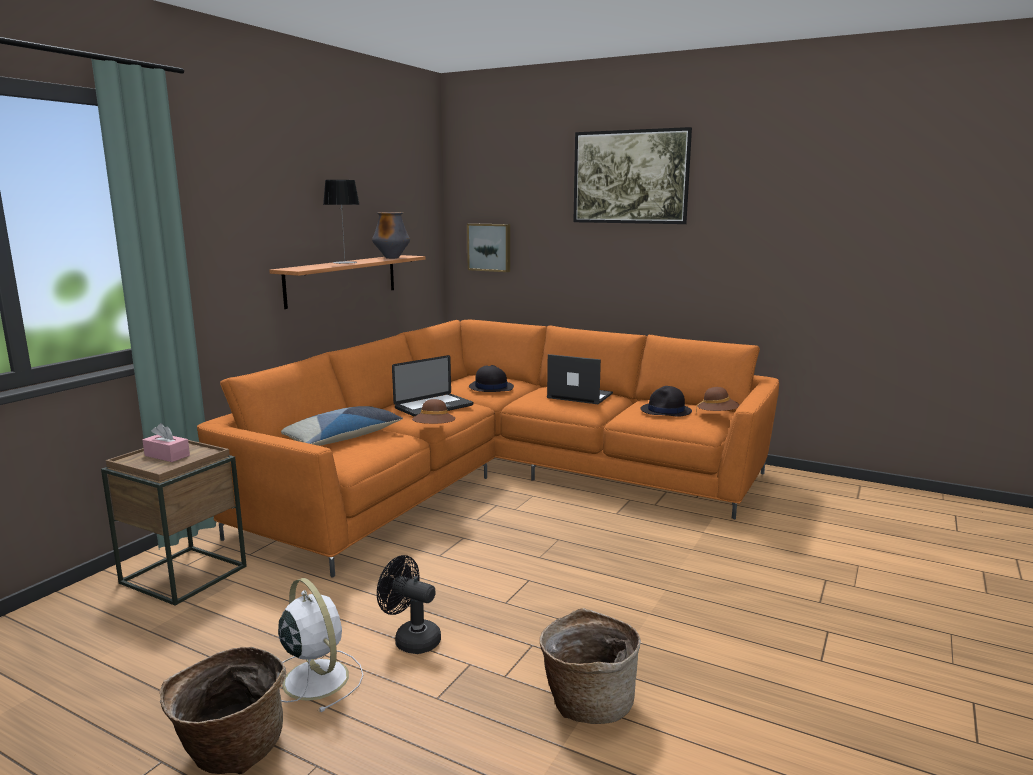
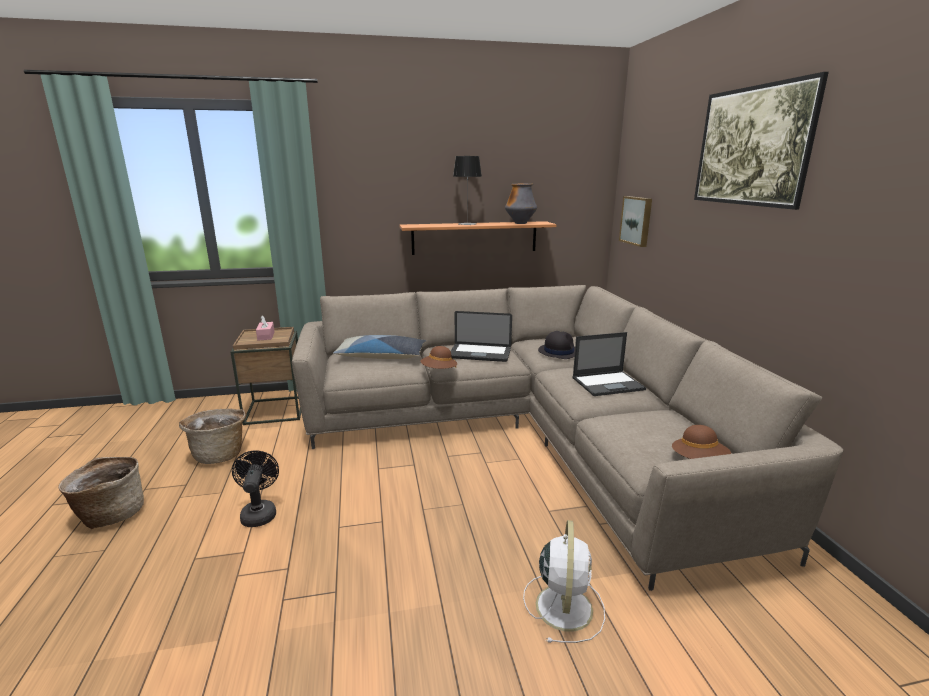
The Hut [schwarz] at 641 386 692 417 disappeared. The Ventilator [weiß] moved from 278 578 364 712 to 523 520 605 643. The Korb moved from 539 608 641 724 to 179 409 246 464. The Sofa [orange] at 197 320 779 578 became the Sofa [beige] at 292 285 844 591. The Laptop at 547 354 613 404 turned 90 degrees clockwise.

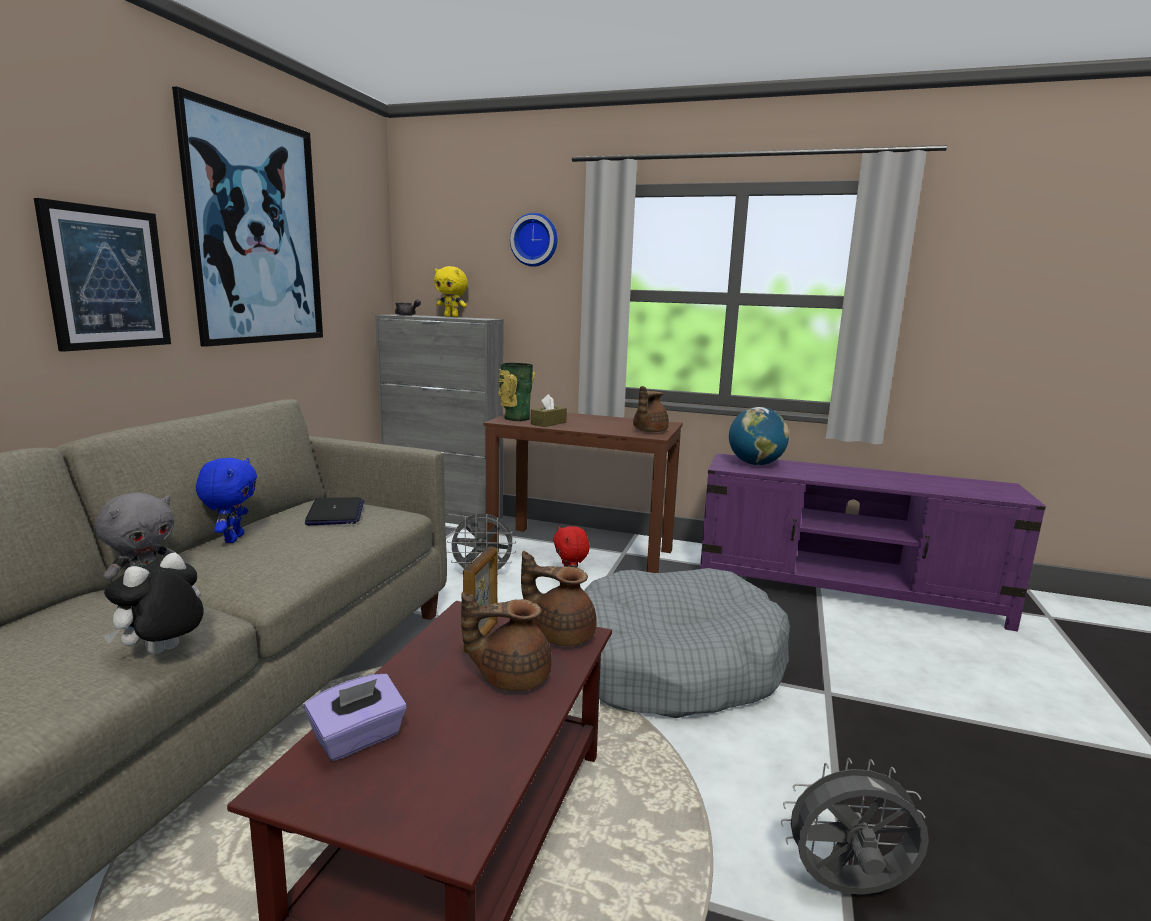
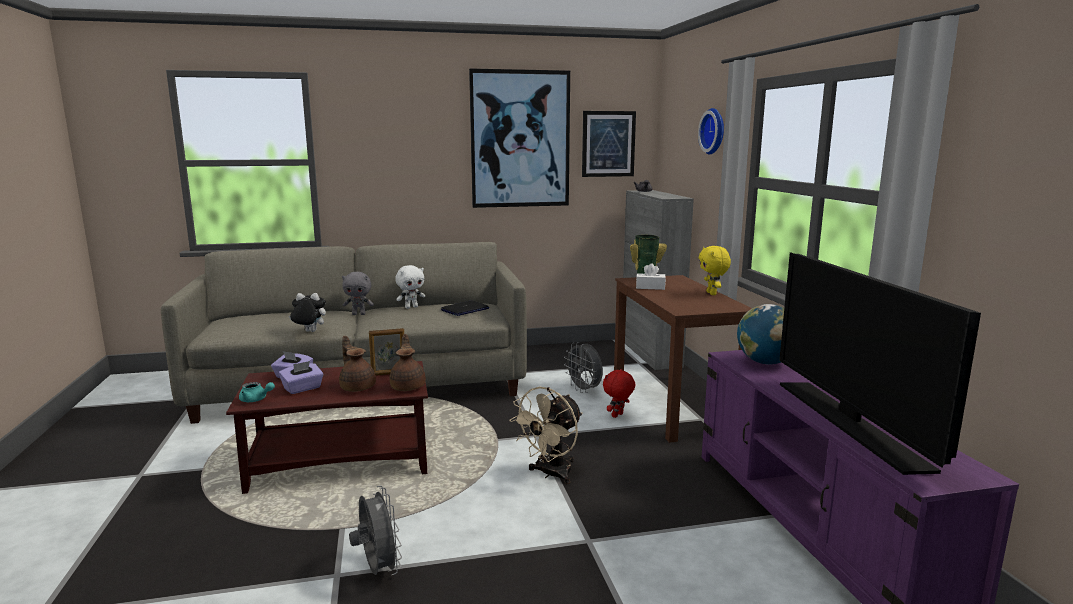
The Teekanne [braun] at 633 386 669 432 disappeared. The Teekanne [türkis] at 239 382 275 402 appeared. The Taschentuchbox [lila] at 279 361 324 394 appeared. The Fernseher at 779 252 981 475 appeared. The Bild moved from 34 198 171 352 to 582 111 636 177. The Plüschtier [gelb] moved from 434 266 468 317 to 699 246 731 295. The Hundebett [grau] at 584 568 790 718 was replaced by the Ventilator [beige] at 510 387 582 484. The Plüschtier [blau] at 196 458 257 543 became the Plüschtier [weiß] at 395 265 425 309. The Taschentuchbox [braun] at 531 394 567 427 became the Taschentuchbox [weiß] at 636 263 666 290.

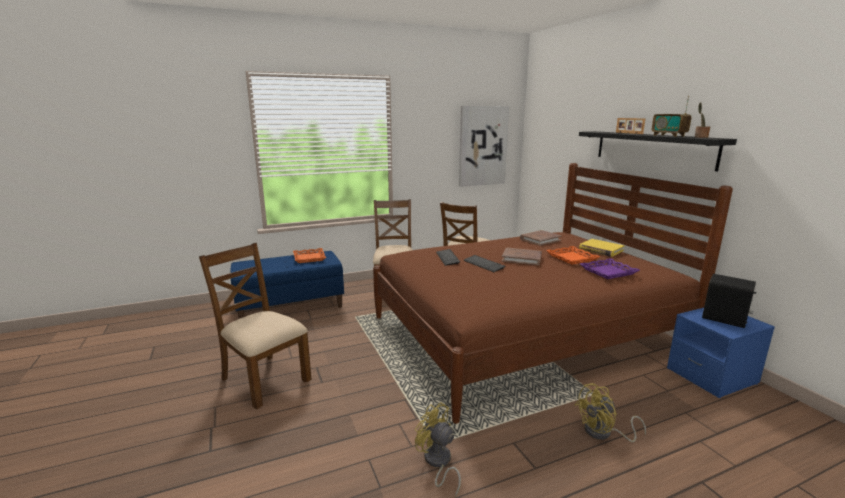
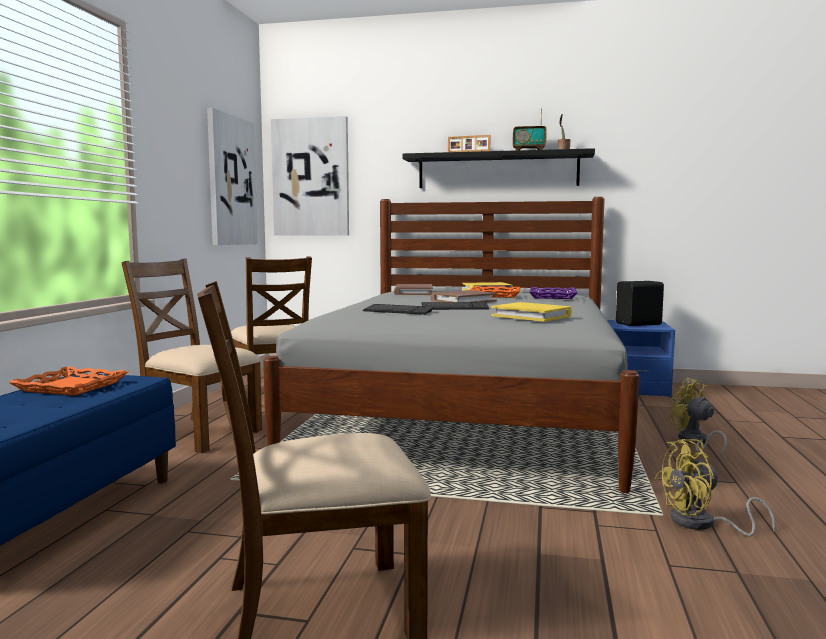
The Bild at 271 116 349 236 appeared. The Buch [gelb] at 491 302 572 322 appeared. The Bett [braun] at 373 163 733 424 became the Bett [grau] at 263 197 639 493. The Ventilator [gelb] at 575 383 646 442 turned 135 degrees clockwise.

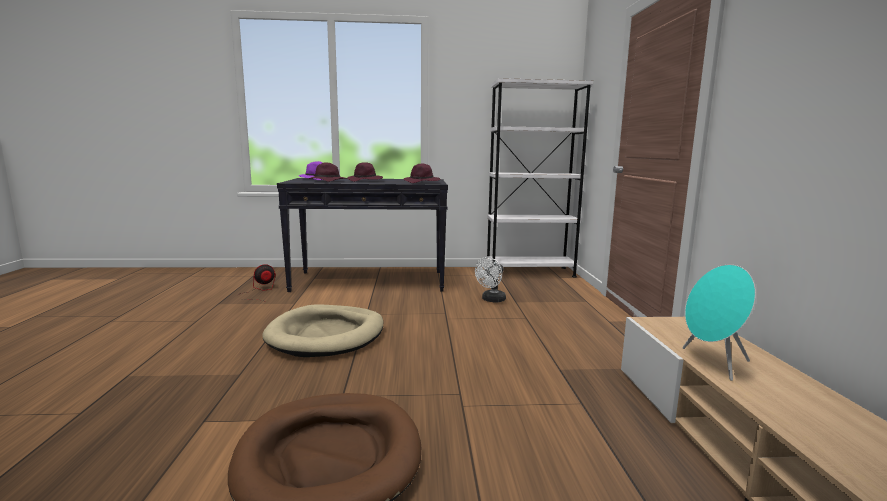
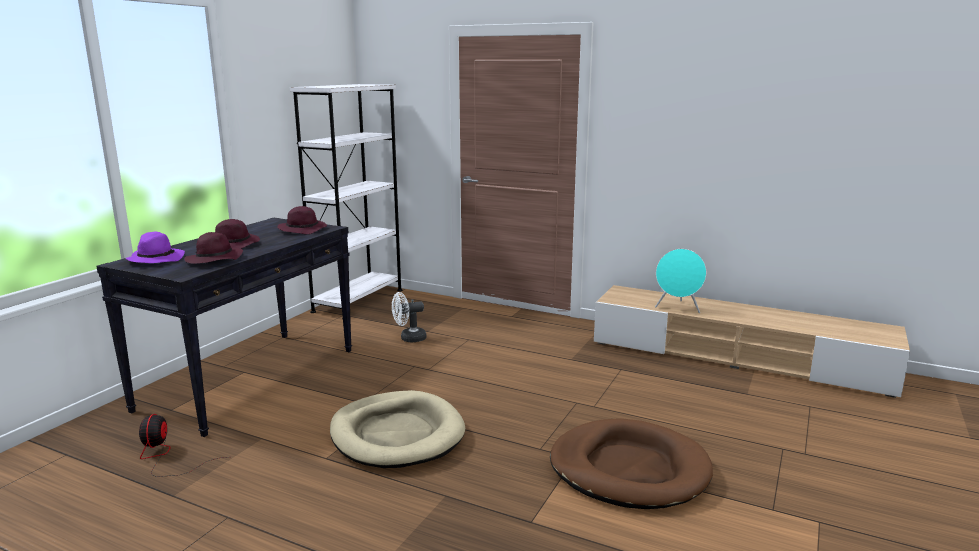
The Ventilator [weiß] at 475 257 506 302 turned 90 degrees clockwise.

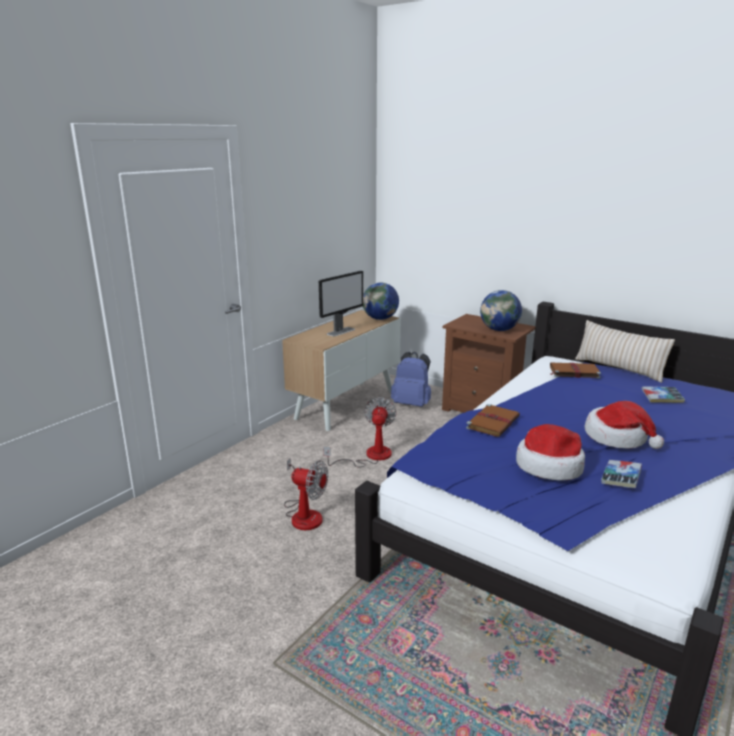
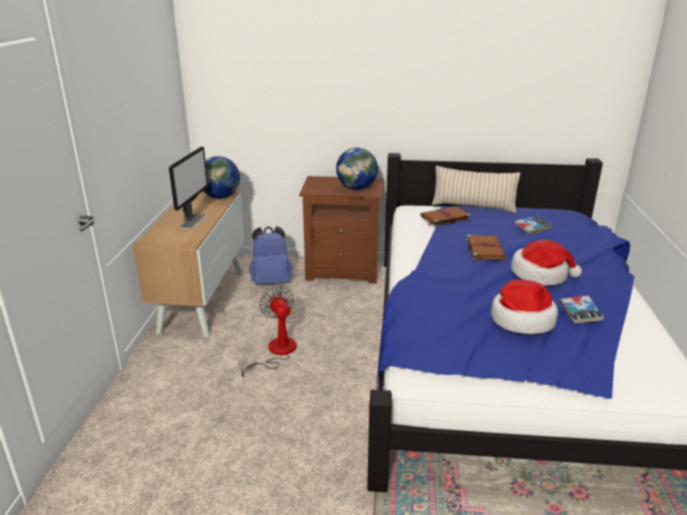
The Ventilator at 284 458 328 530 disappeared. The Buch [braun] moved from 466 404 520 437 to 466 235 506 261.

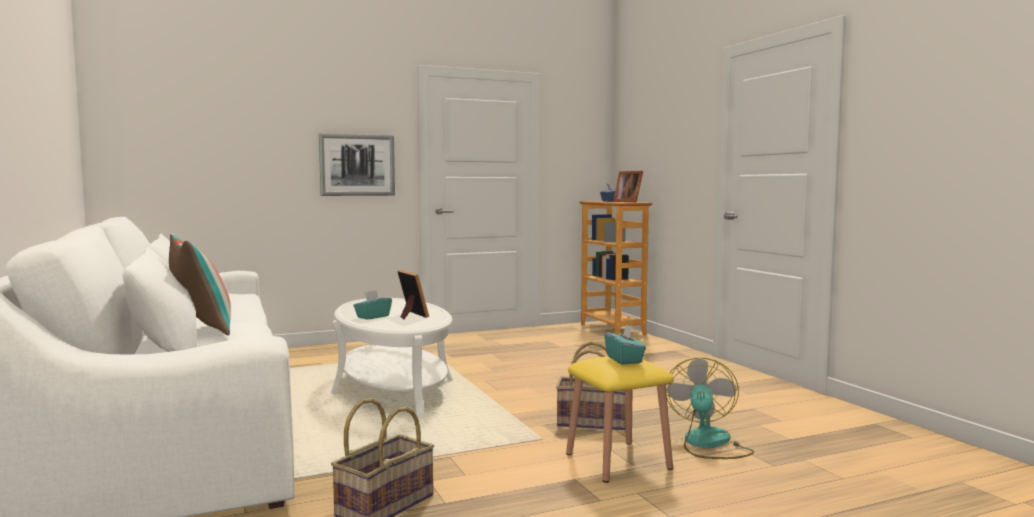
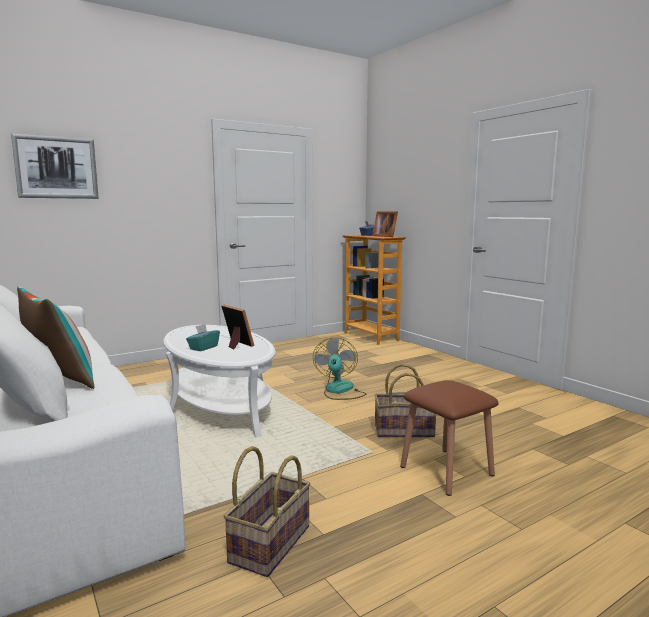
The Taschentuchbox [türkis] at 604 324 646 364 disappeared. The Bild moved from 319 134 395 196 to 11 134 99 199. The Ventilator moved from 665 358 754 459 to 313 338 366 400. The Hocker [gelb] at 566 356 674 483 became the Hocker [braun] at 400 380 499 496.

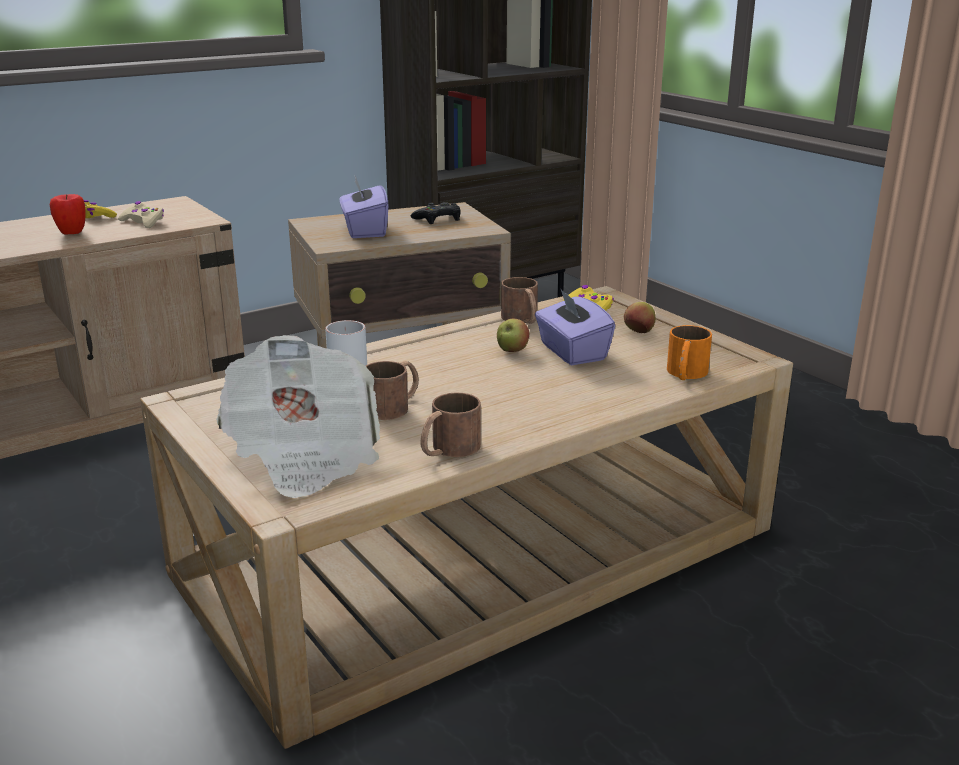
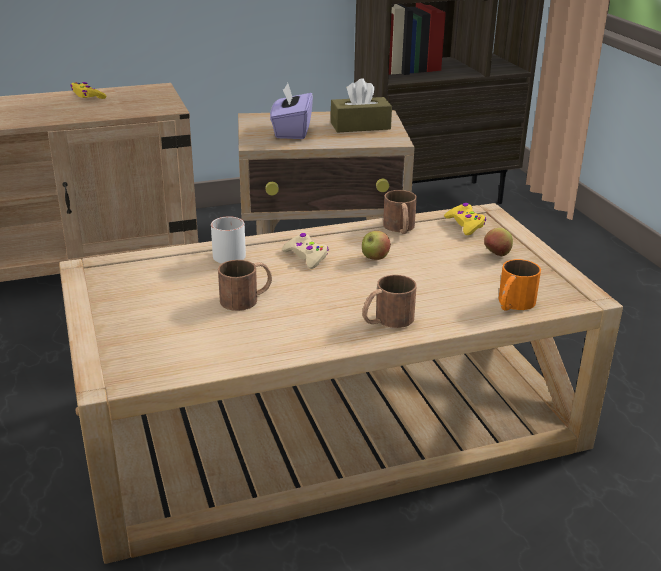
The Apfel at 50 194 86 234 disappeared. The Zeitung at 216 335 380 498 disappeared. The Taschentuchbox [lila] at 535 288 615 365 disappeared. The Gamepad [beige] moved from 118 201 164 228 to 282 233 329 269. The Henkelbecher [braun] moved from 420 392 481 457 to 362 275 417 328. The Gamepad [schwarz] at 410 202 461 224 was replaced by the Taschentuchbox [braun] at 331 78 392 133.

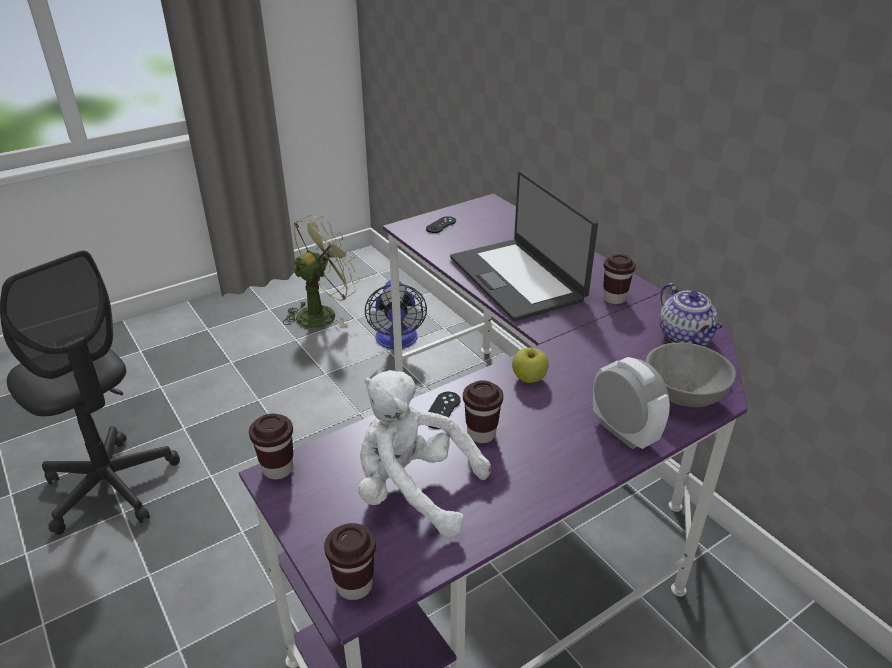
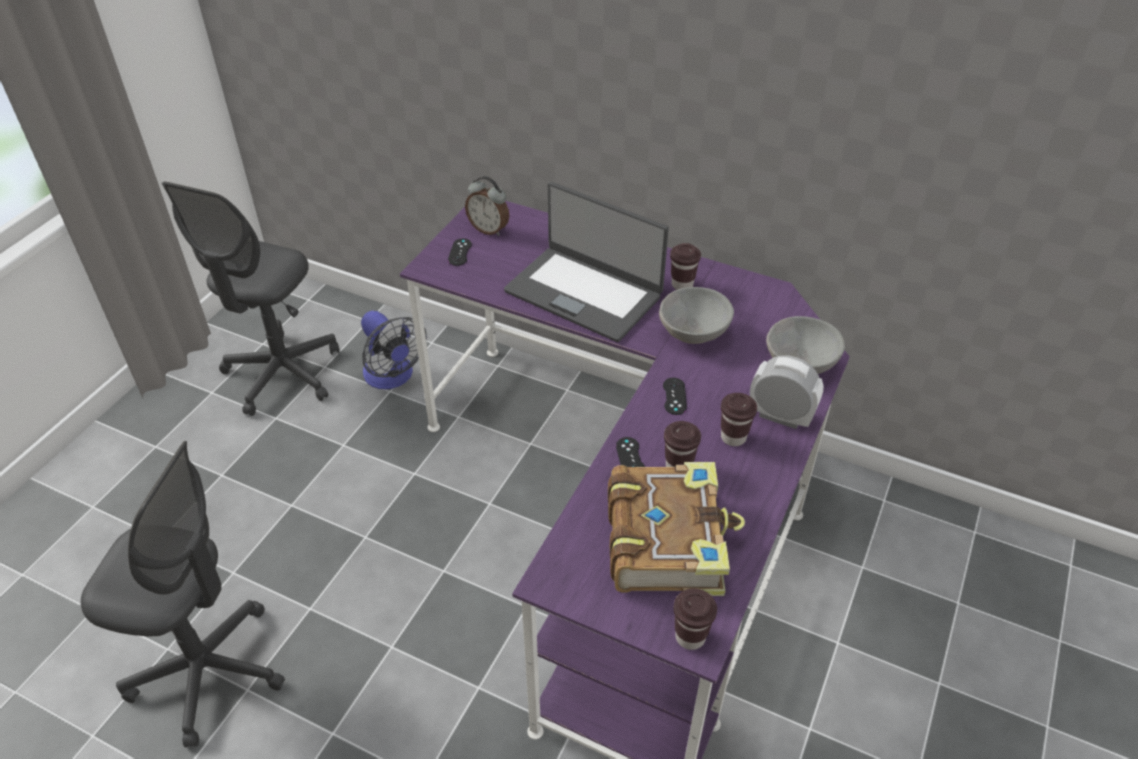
The Teekanne at 660 283 722 346 disappeared. The Wecker at 465 176 509 236 appeared. The Schüssel [grau] at 659 287 734 344 appeared. The Tasse [braun] moved from 249 413 293 479 to 721 393 757 446. The Ventilator [grün] at 283 215 360 328 was replaced by the Bürostuhl [grau] at 162 182 340 416. The Plüschtier [weiß] at 358 370 491 537 was replaced by the Buch at 608 462 745 596. The Apfel at 512 348 549 383 was replaced by the Gamepad [schwarz] at 663 378 687 415.

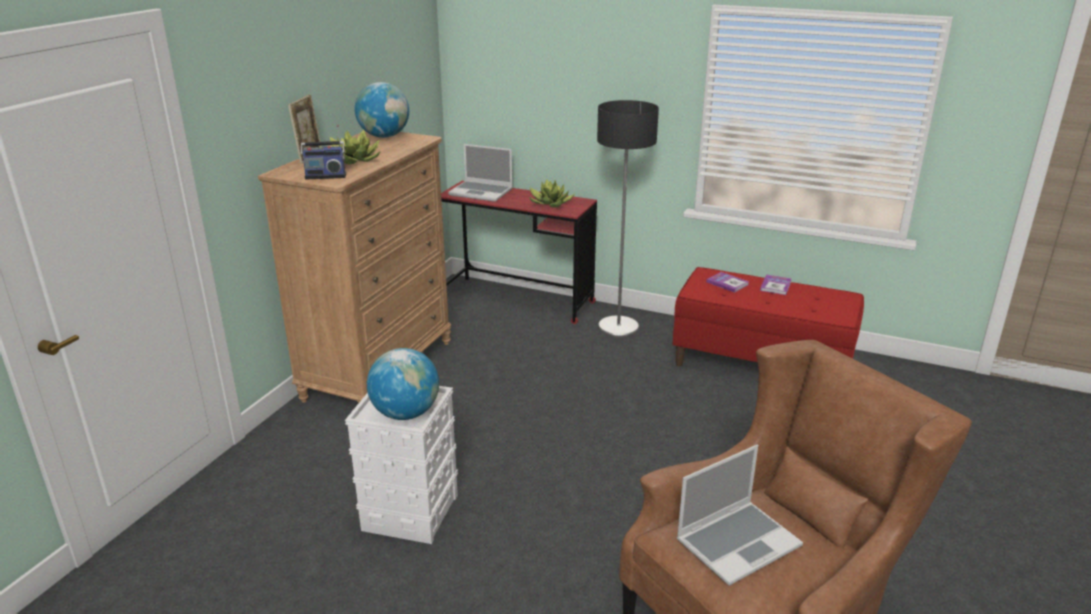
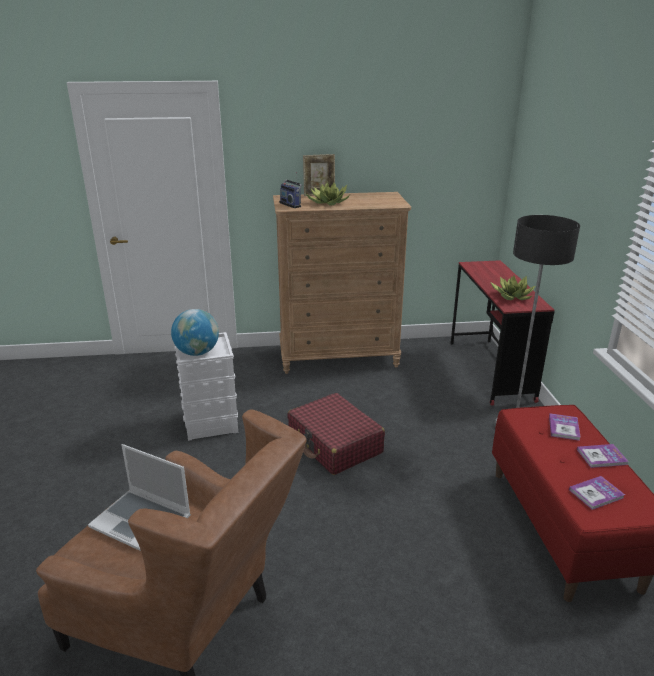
The Globus at 355 82 409 138 disappeared. The Laptop at 448 144 513 202 disappeared. The Koffer [rot] at 287 393 385 475 appeared. The Buch at 569 476 625 510 appeared.

